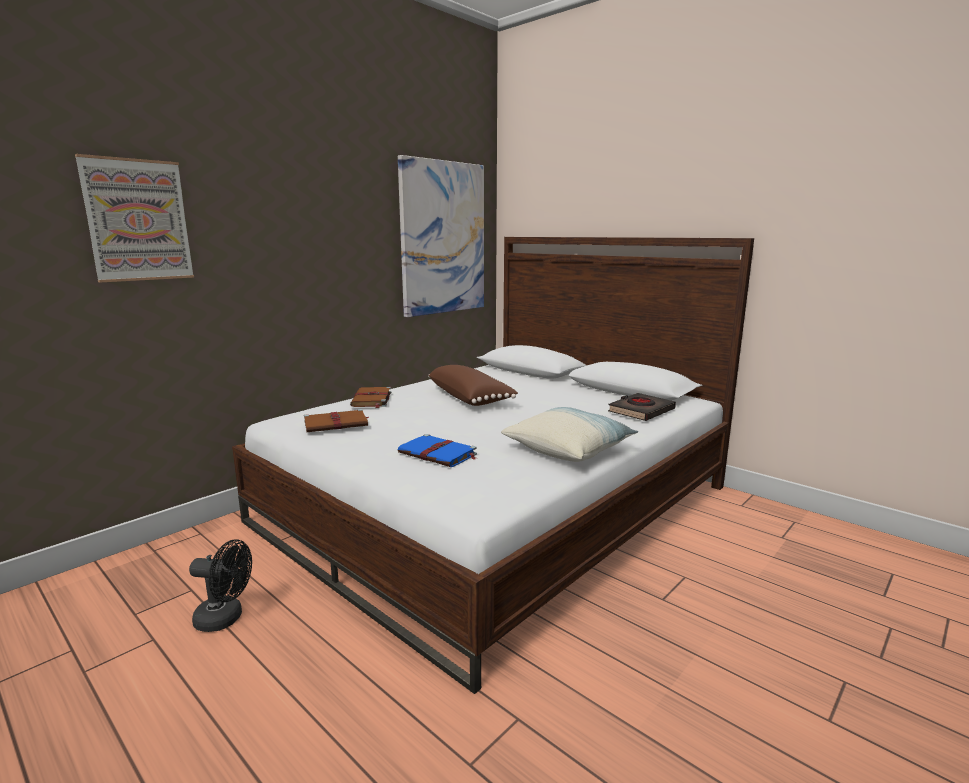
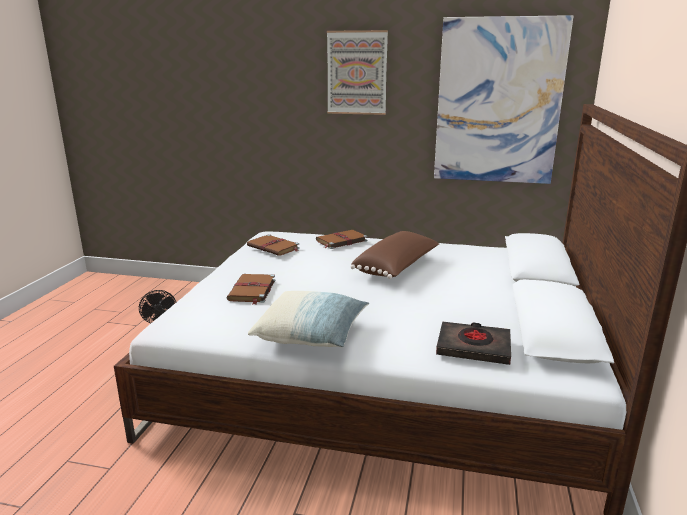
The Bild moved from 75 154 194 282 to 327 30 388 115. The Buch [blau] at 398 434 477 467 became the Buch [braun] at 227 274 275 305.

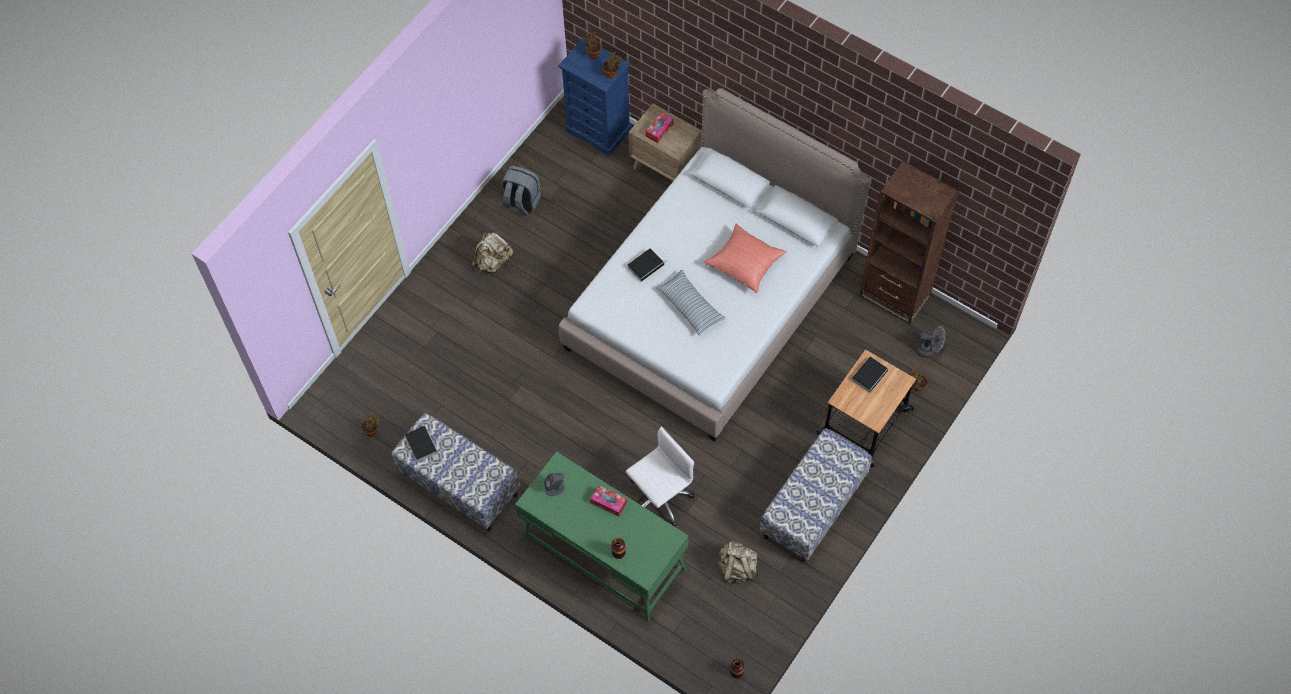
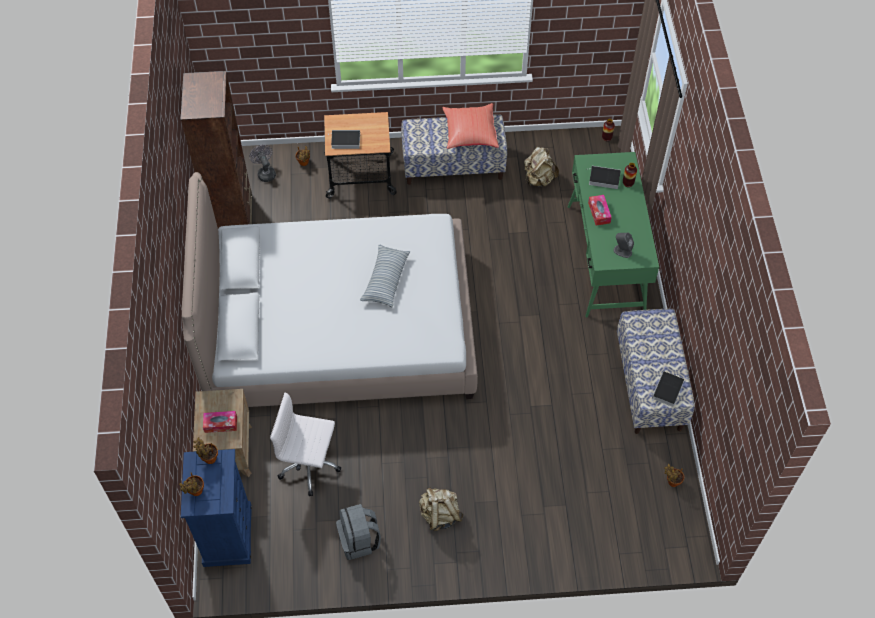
The Bürostuhl [weiß] moved from 626 426 695 526 to 270 393 341 496. The Buch moved from 628 248 667 282 to 586 166 621 189. The Kissen [rot] moved from 704 224 787 293 to 442 103 499 149.

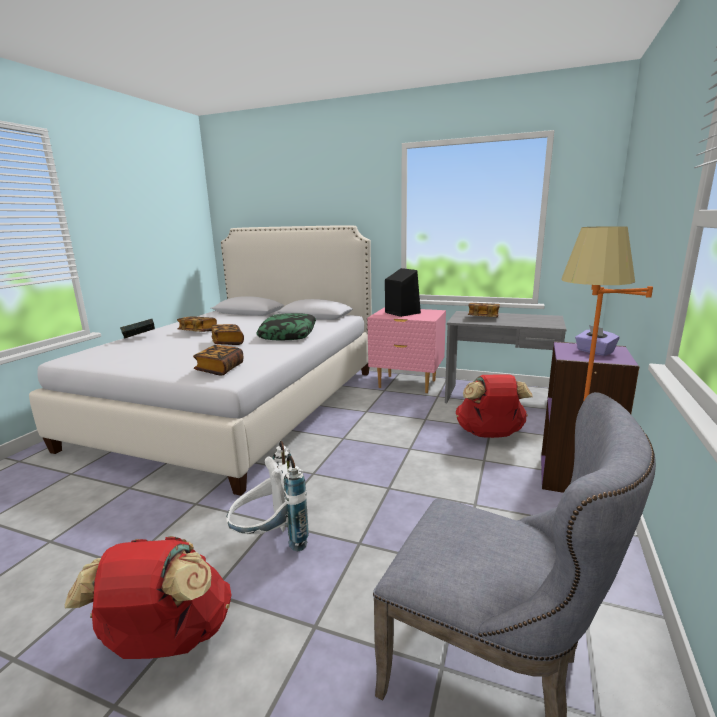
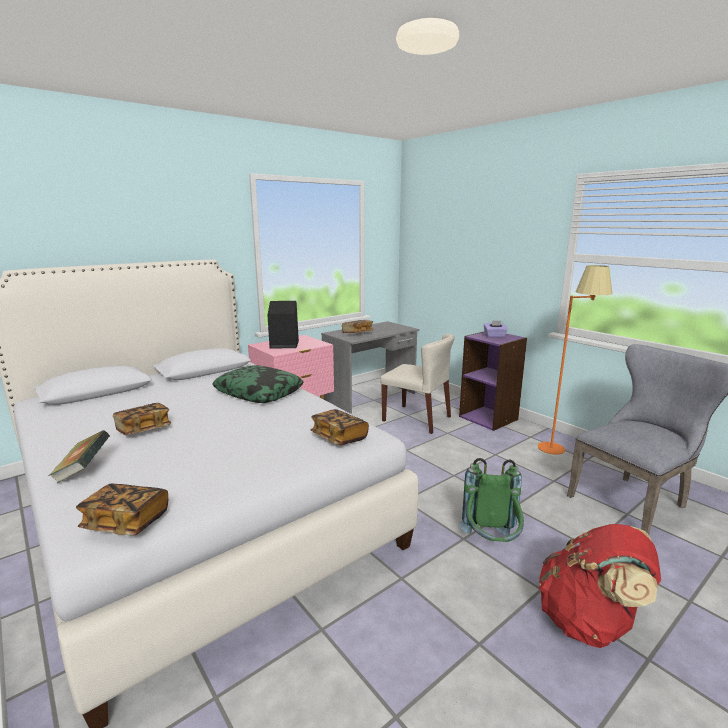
The Buch moved from 212 324 244 345 to 76 483 168 536. The Rucksack [rot] at 456 374 533 438 was replaced by the Stuhl [beige] at 380 334 455 434. The Rucksack [weiß] at 226 441 309 552 became the Rucksack [grün] at 459 458 524 542.

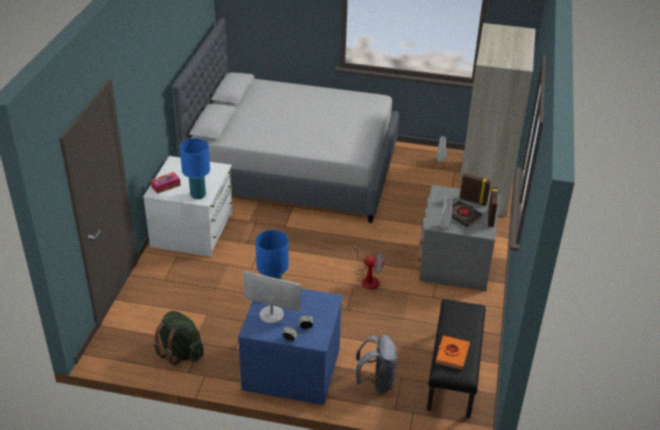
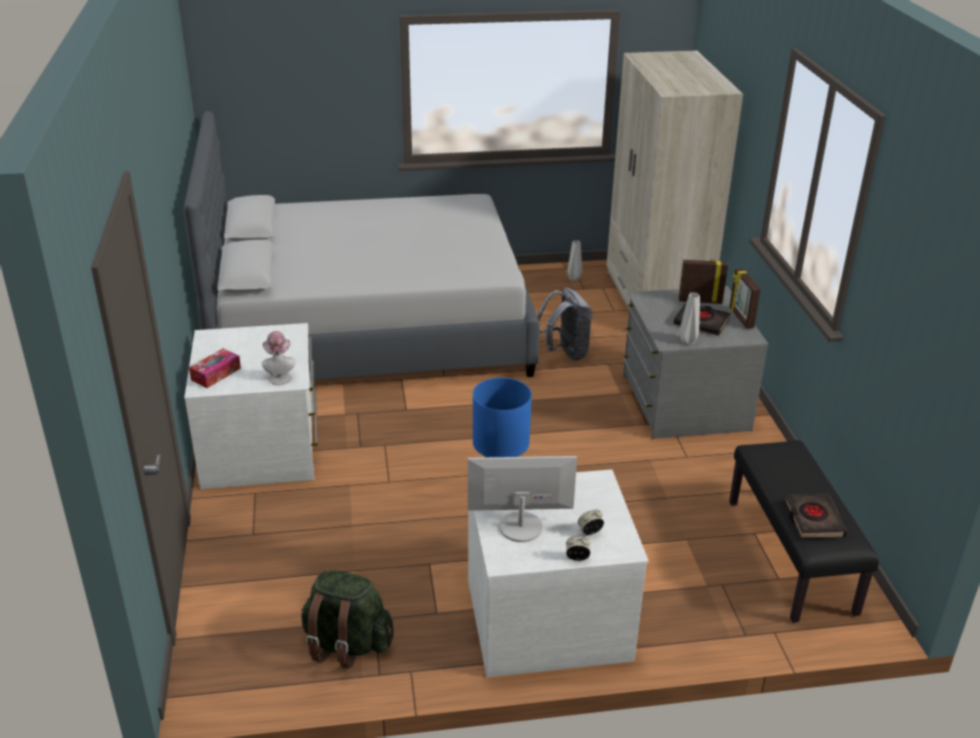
The Ventilator at 353 245 384 290 disappeared. The Rucksack [grau] moved from 356 335 398 393 to 537 288 592 361. The Tischlampe [blau] at 180 138 210 199 was replaced by the Hut at 262 331 295 385. The Kommode [blau] at 238 289 343 405 became the Kommode [weiß] at 468 469 649 677. The Buch [orange] at 435 335 470 370 became the Buch [schwarz] at 784 493 847 538.

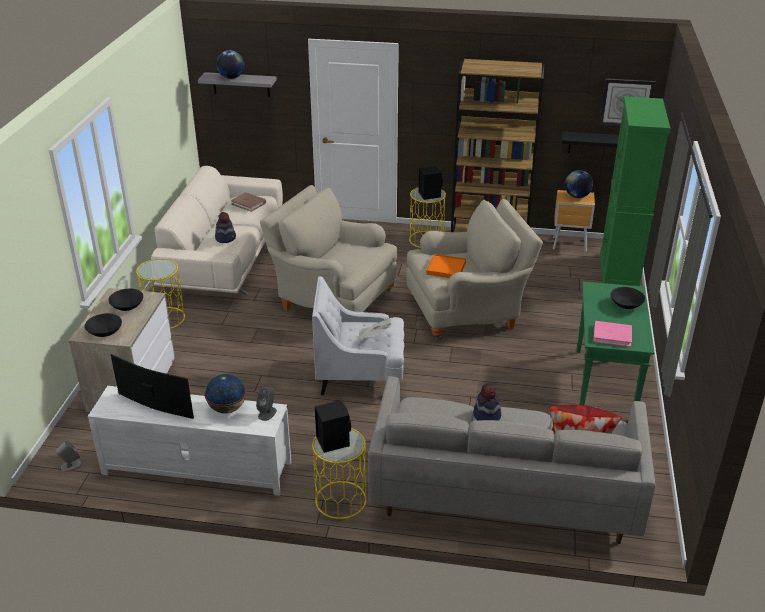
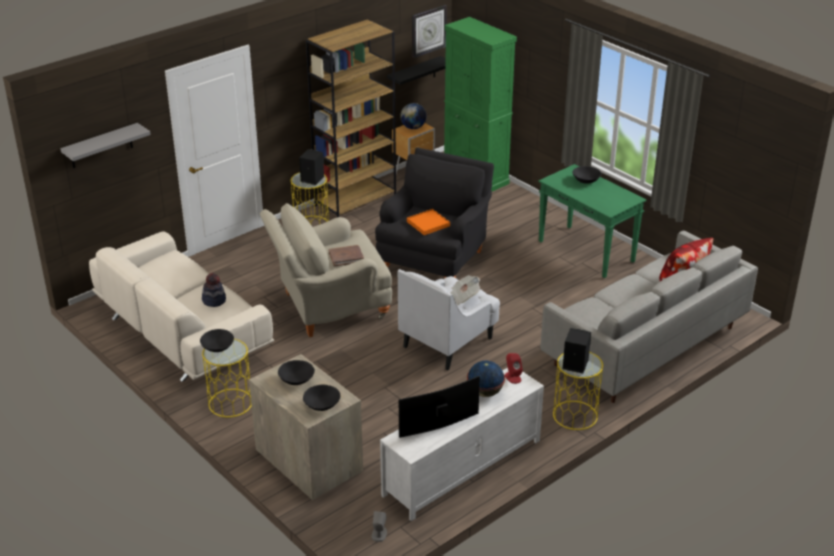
The Globus at 216 50 245 79 disappeared. The Hut at 473 383 501 421 disappeared. The Buch [rosa] at 593 321 632 347 disappeared. The Schüssel [schwarz] at 200 329 234 352 appeared. The Buch [braun] moved from 231 192 266 212 to 329 245 364 266. The Lautsprecher [grau] at 256 387 277 421 became the Lautsprecher [rot] at 505 353 523 384. The Sessel [beige] at 406 199 543 341 became the Sessel [schwarz] at 375 147 494 279.

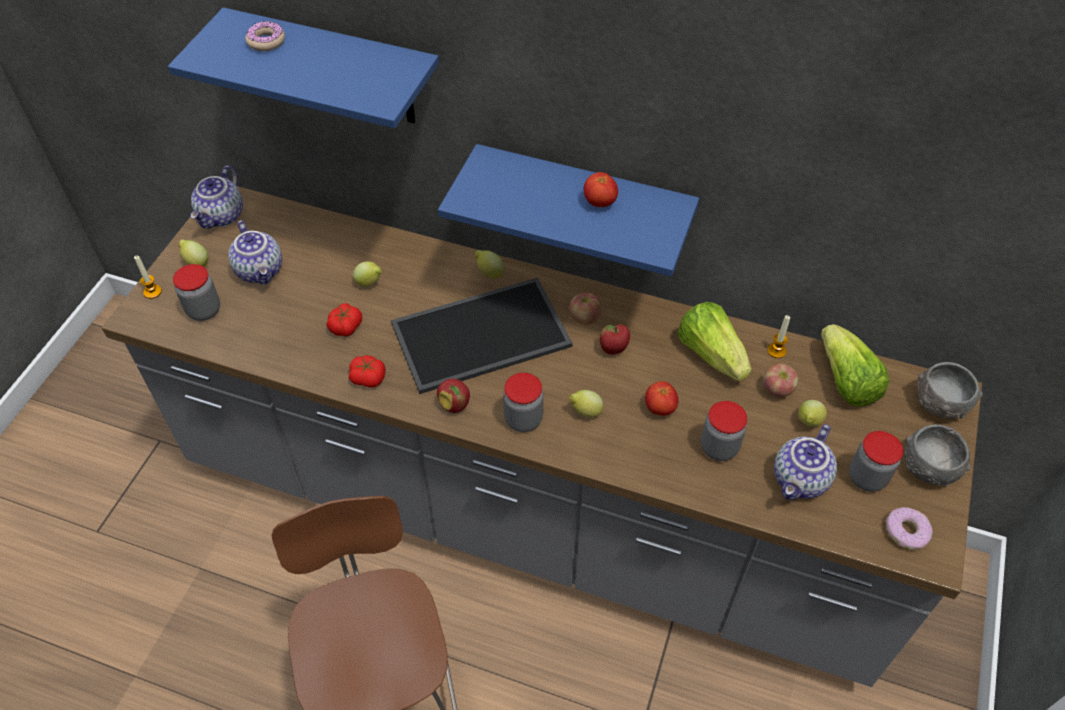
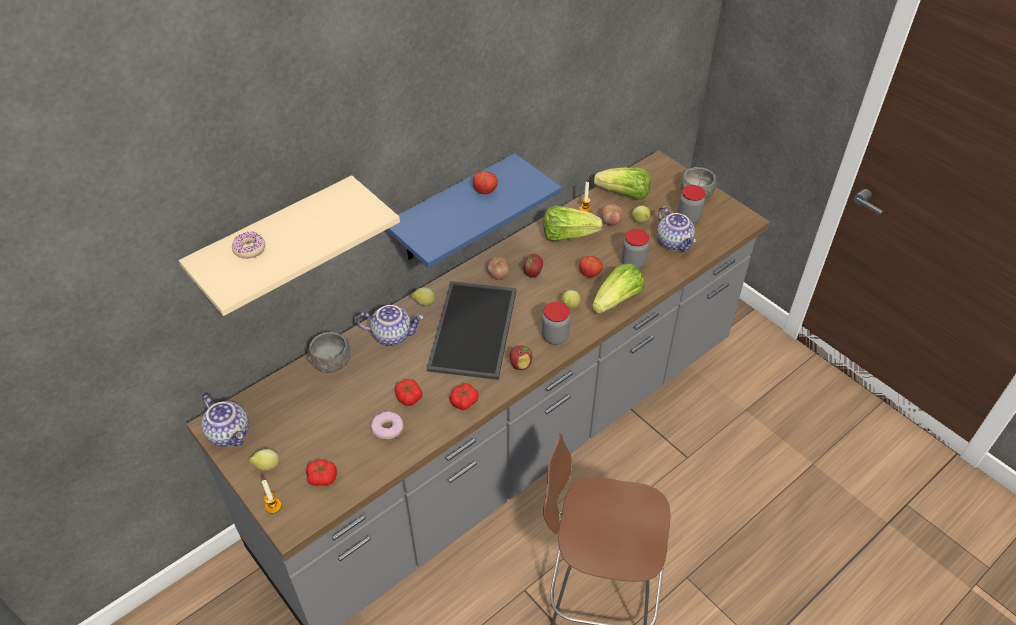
The Zitrone at 353 261 382 287 disappeared. The Salatkopf at 592 263 645 314 appeared. The Teekanne moved from 228 220 282 285 to 357 305 424 346. The Donut moved from 886 507 933 550 to 371 411 403 439. The Schüssel [grau] moved from 917 362 983 419 to 307 332 351 373. The Vorratsglas at 173 264 220 321 was replaced by the Tomate at 306 460 337 486. The Wandregal [blau] at 168 7 439 128 became the Wandregal [beige] at 179 175 400 316.

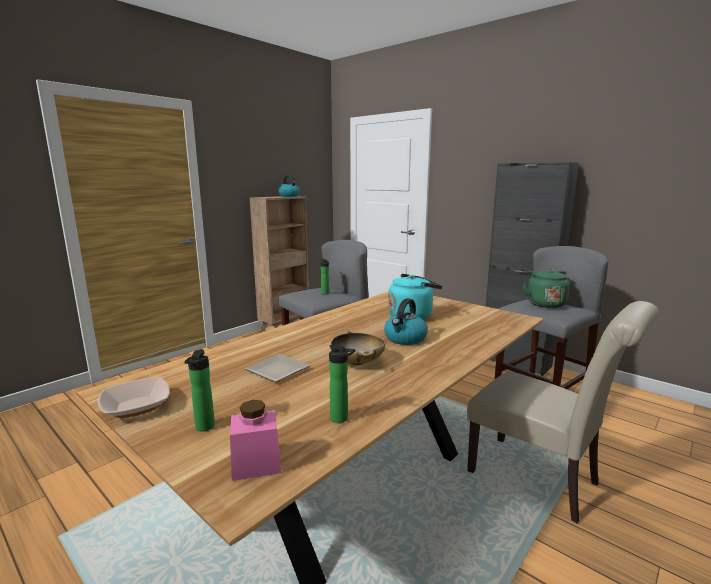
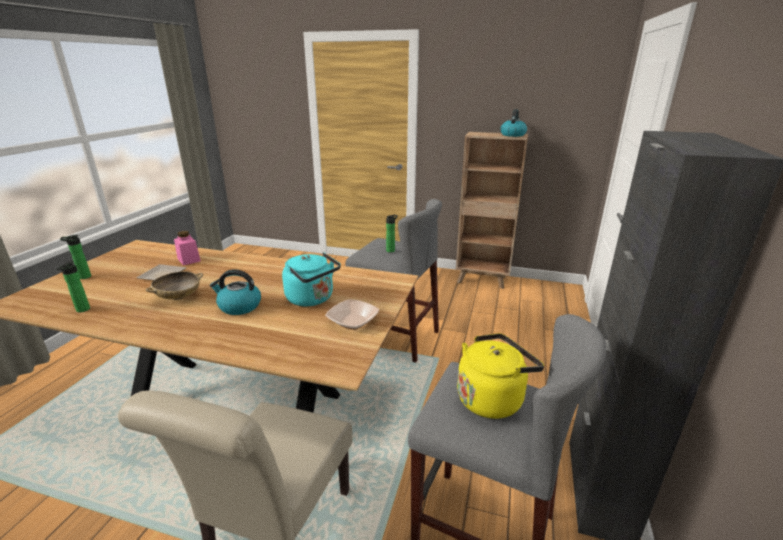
The Schüssel moved from 98 377 170 418 to 325 299 379 330. The Vorratsglas [rosa] moved from 230 400 281 481 to 174 231 201 266. The Wasserkessel [grün] at 522 269 570 308 became the Wasserkessel [gelb] at 457 333 544 419.

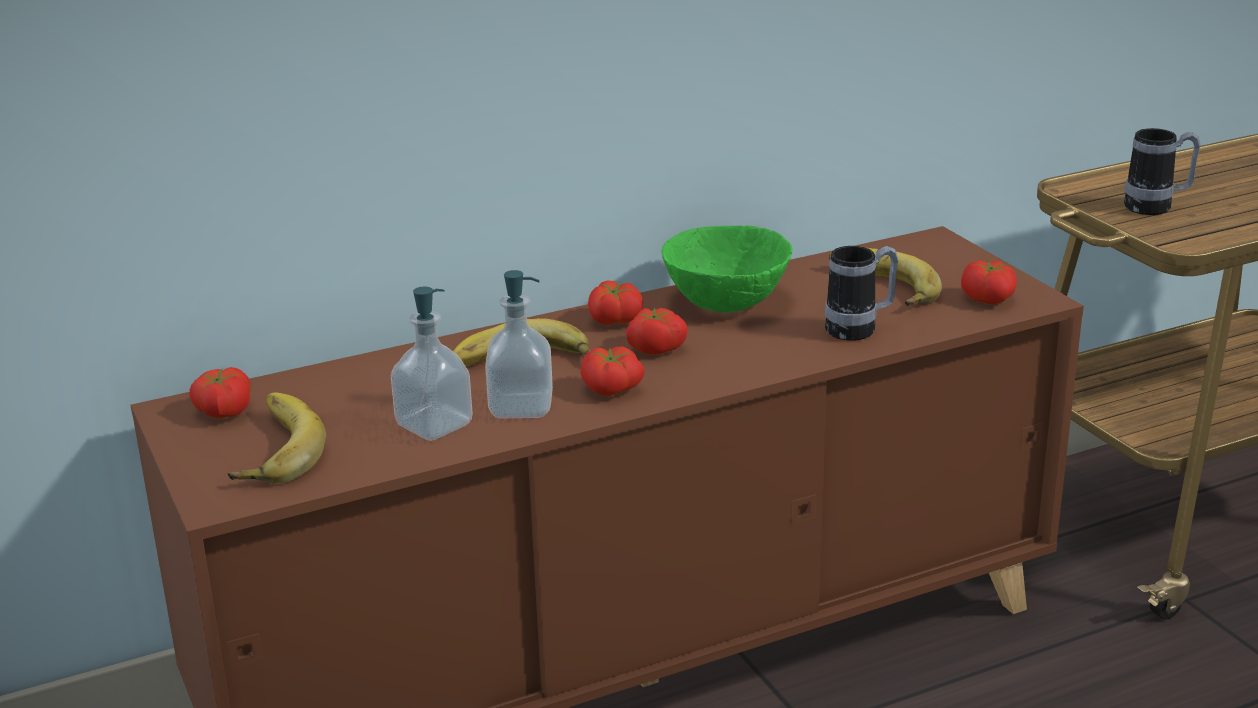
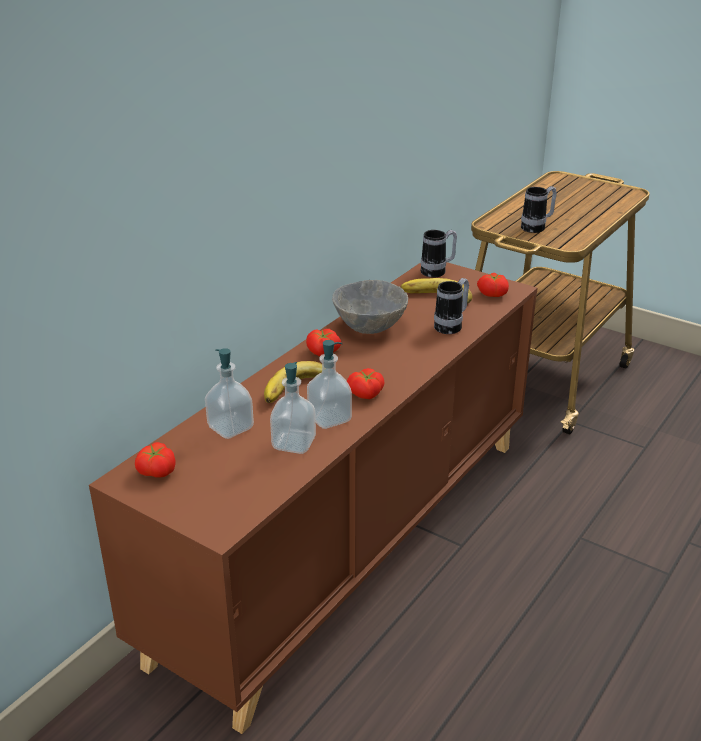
The Banane at 228 392 326 483 disappeared. The Tomate at 626 308 688 355 disappeared. The Seifenspender at 205 348 254 439 appeared. The Henkelbecher at 421 230 457 278 appeared. The Schüssel [grün] at 662 225 793 313 became the Schüssel [grau] at 332 280 408 334.

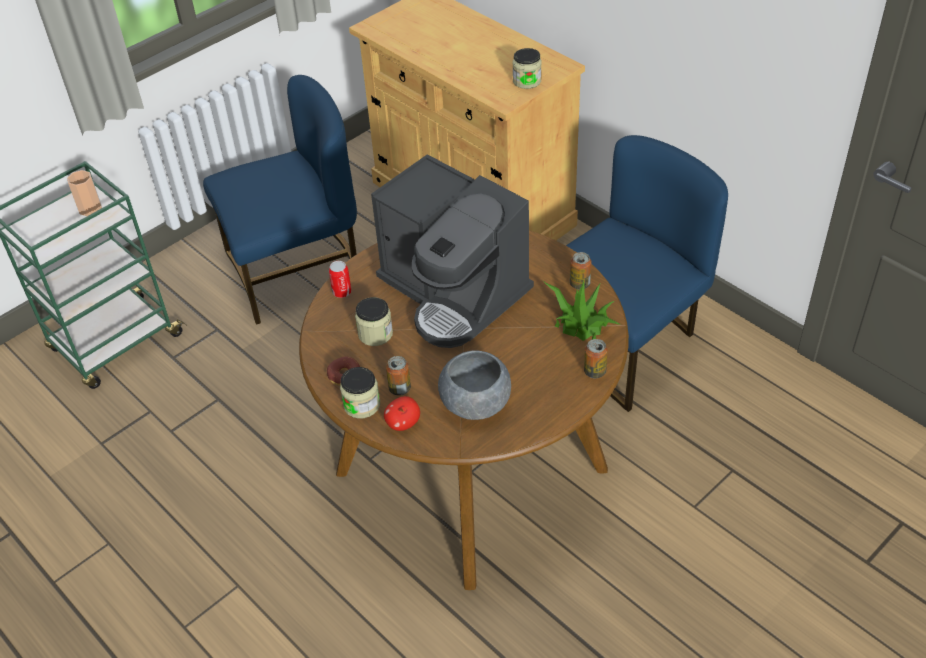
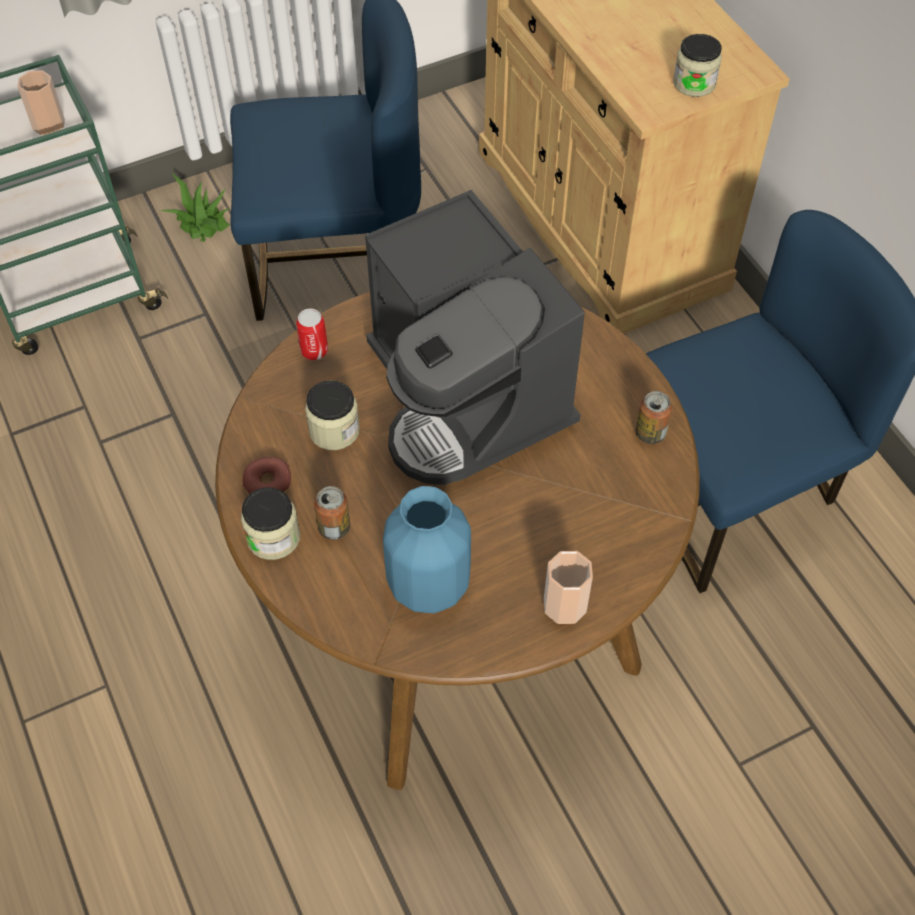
The Apfel at 384 396 420 431 disappeared. The Dose at 584 339 608 378 disappeared. The Tasse at 544 551 593 624 appeared. The Topfpflanze moved from 543 281 620 341 to 160 172 230 242. The Schüssel [grau] at 438 350 511 420 was replaced by the Vase [blau] at 383 486 471 613.

